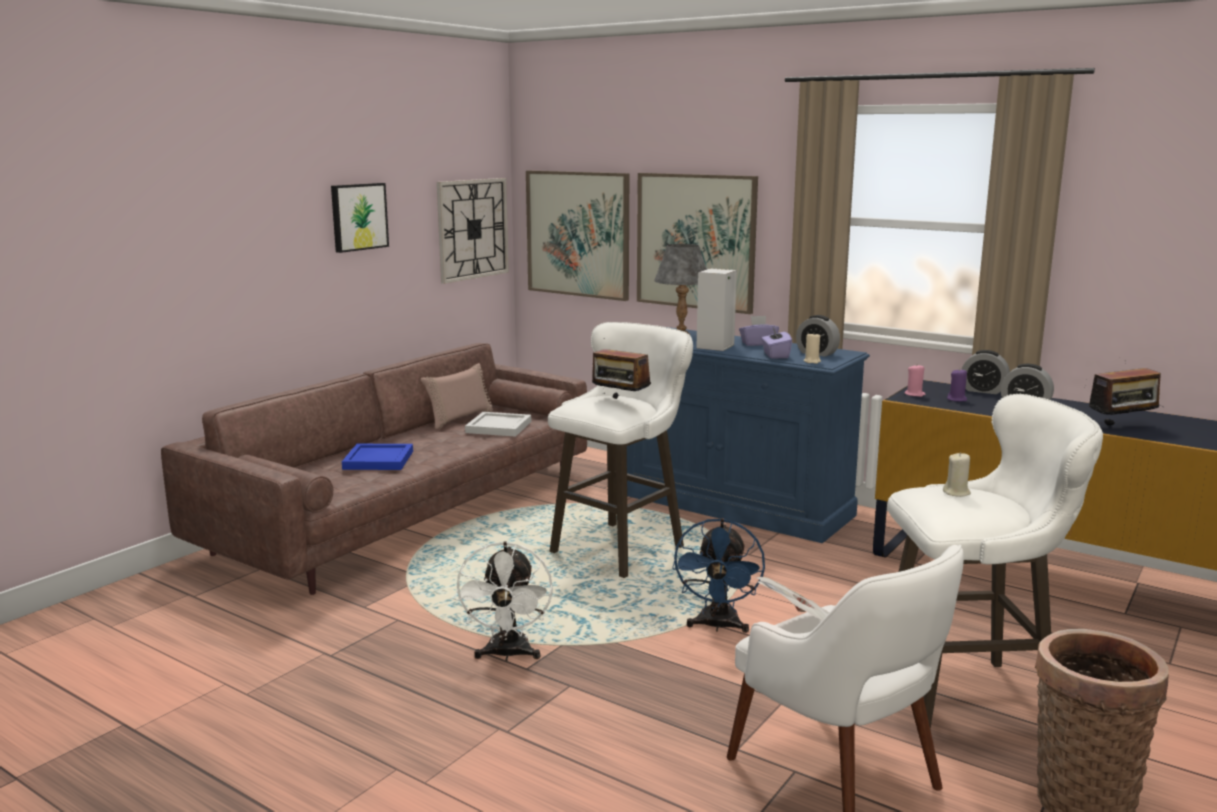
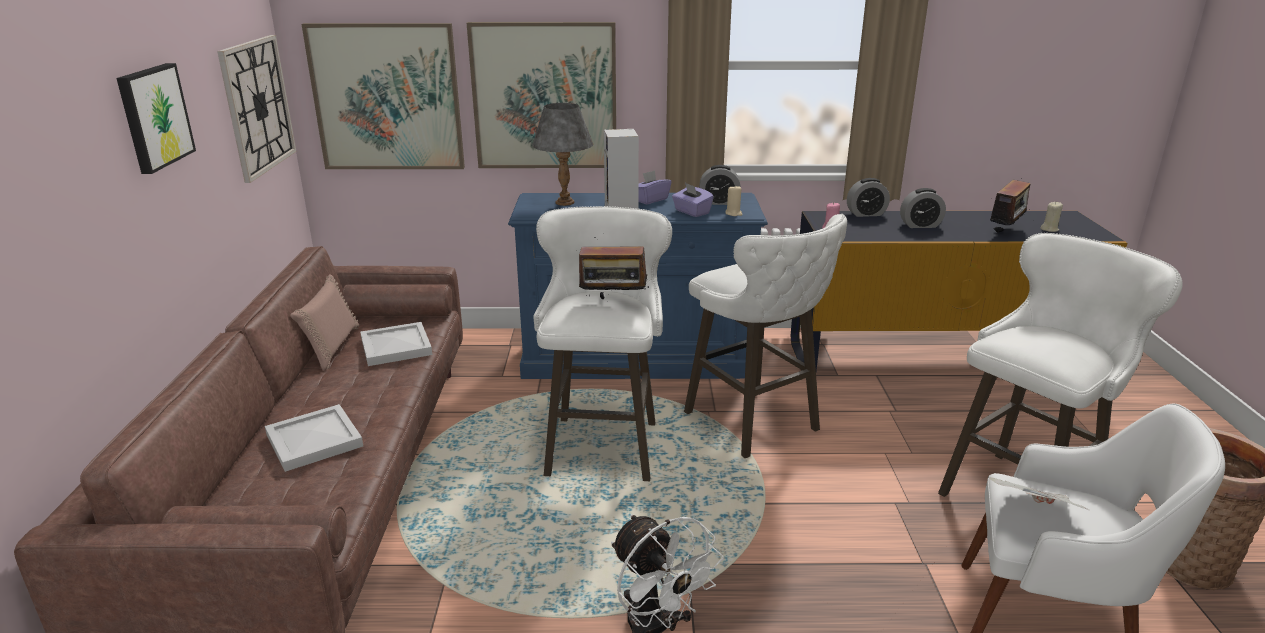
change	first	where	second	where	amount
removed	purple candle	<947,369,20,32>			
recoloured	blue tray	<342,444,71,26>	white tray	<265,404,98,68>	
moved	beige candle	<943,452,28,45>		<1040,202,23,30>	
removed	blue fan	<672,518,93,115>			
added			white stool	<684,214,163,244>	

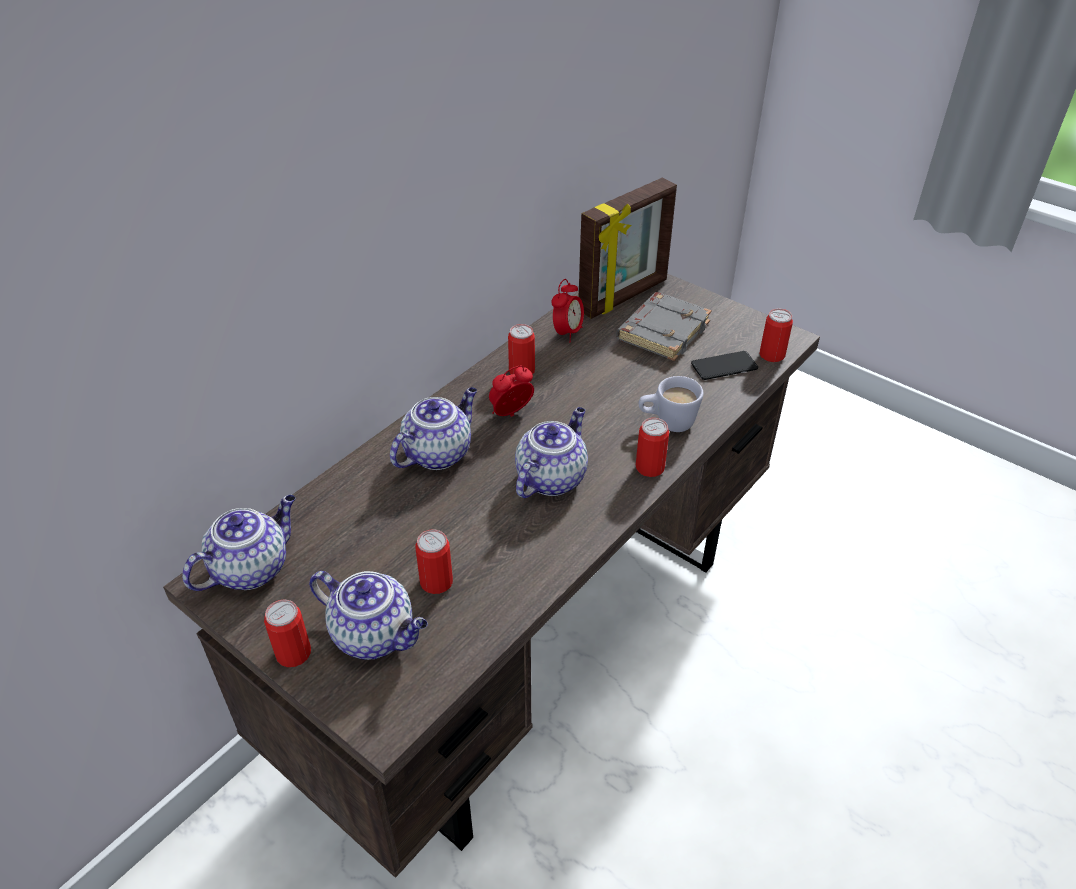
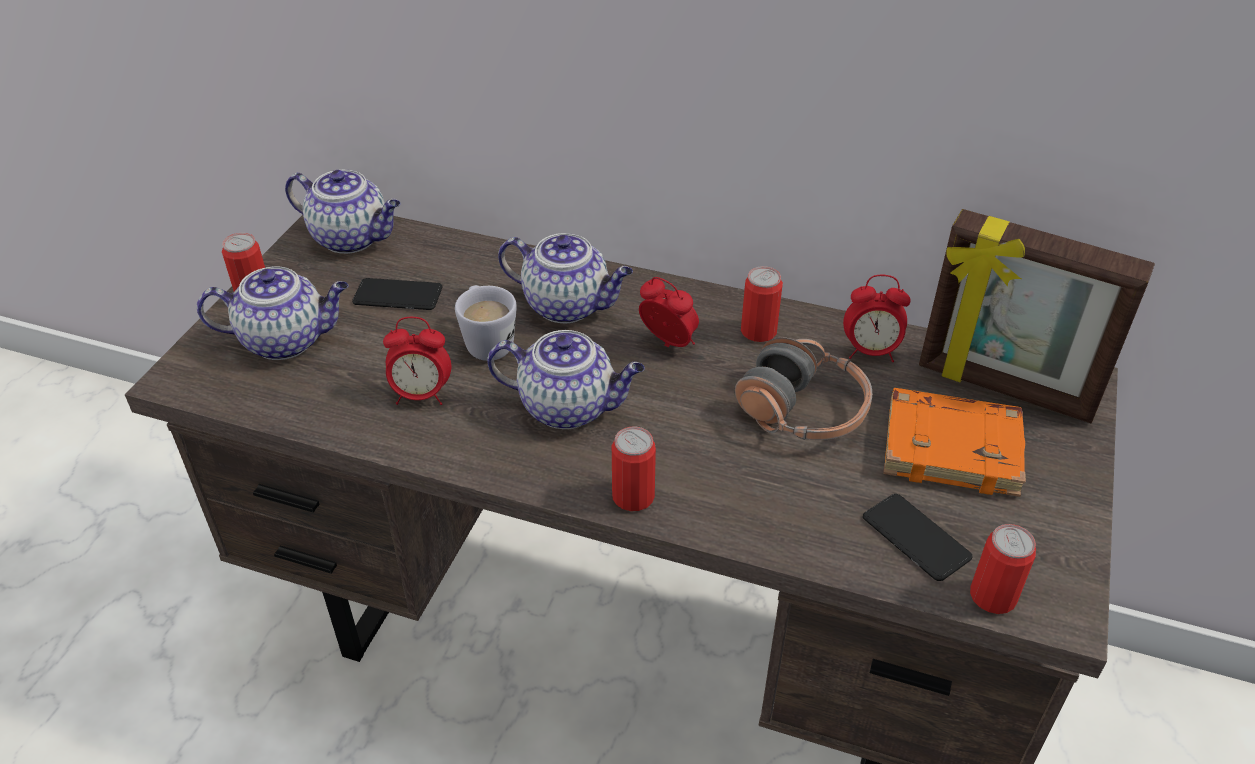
change	first	where	second	where	amount
recoloured	grey book	<616,292,96,69>	orange book	<883,388,143,109>	
moved	white mug	<639,376,64,56>		<455,285,62,76>	
removed	can	<416,529,37,65>			
turned	teapot	<309,571,119,89>		<197,266,152,94>	105 degrees counterclockwise
added			phone	<352,278,91,32>	
added			alarm clock	<383,317,68,88>	
added			headphones	<734,337,138,103>	

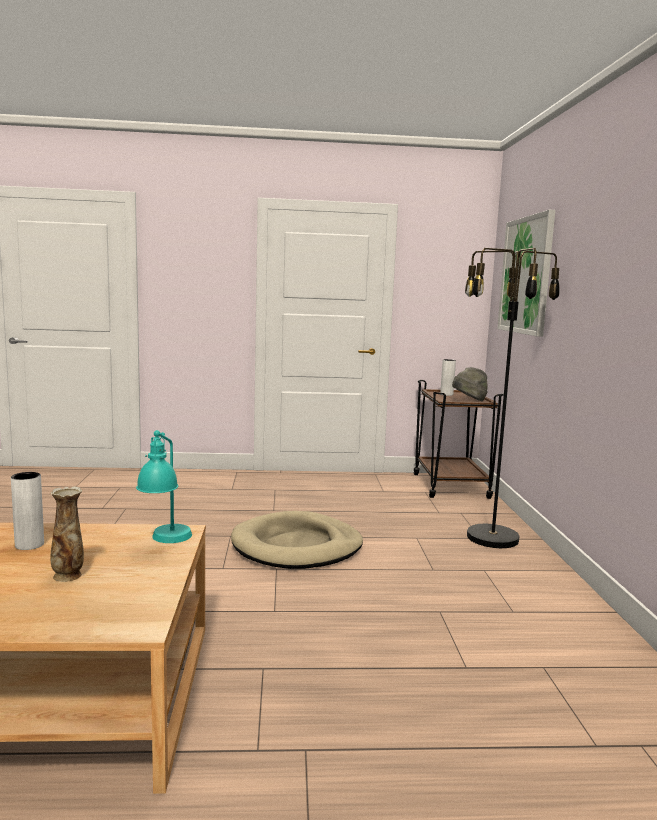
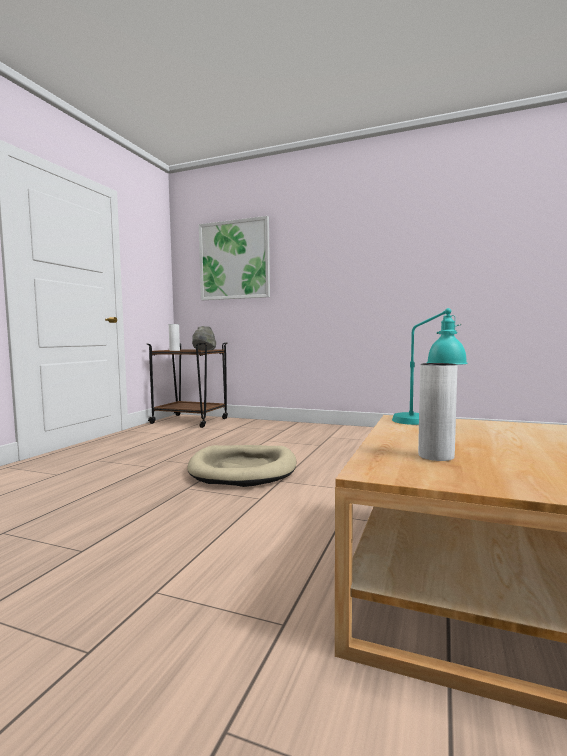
change	first	where	second	where	amount
removed	floor lamp	<465,248,94,300>			
removed	vase	<50,486,34,96>			

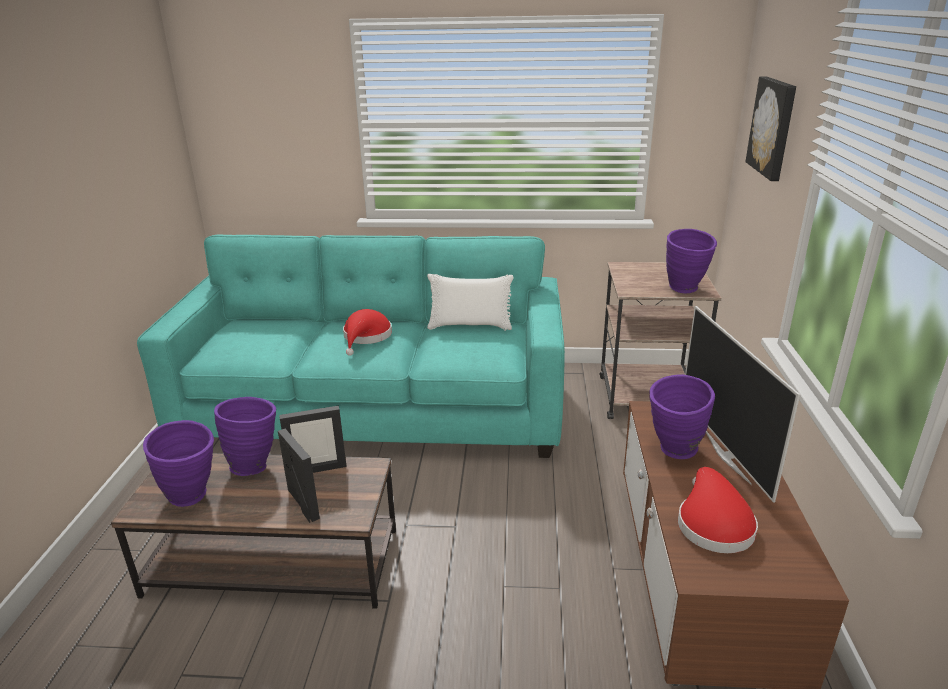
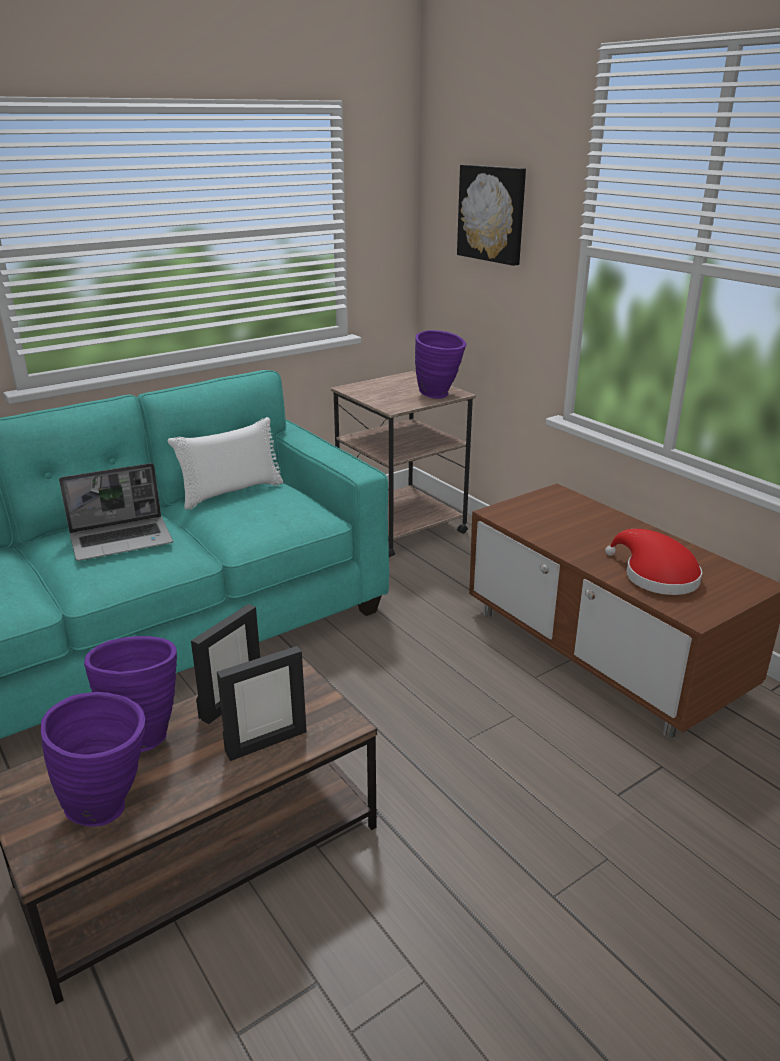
change	first	where	second	where	amount
removed	television	<685,306,115,197>			
replaced	red hat	<343,309,49,47>	laptop	<59,463,114,98>	
removed	purple vase	<649,374,66,85>			
turned	picture frame	<278,429,42,94>		<217,646,90,115>	135 degrees clockwise

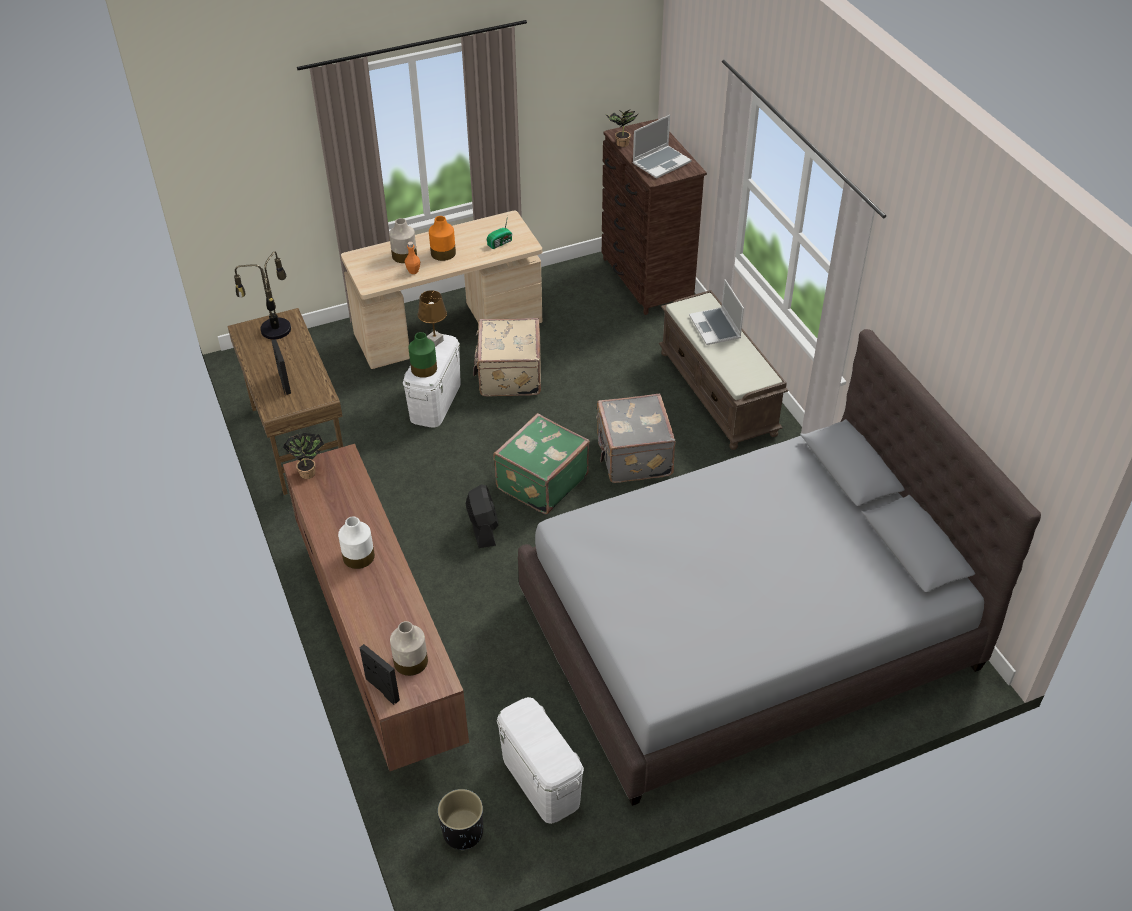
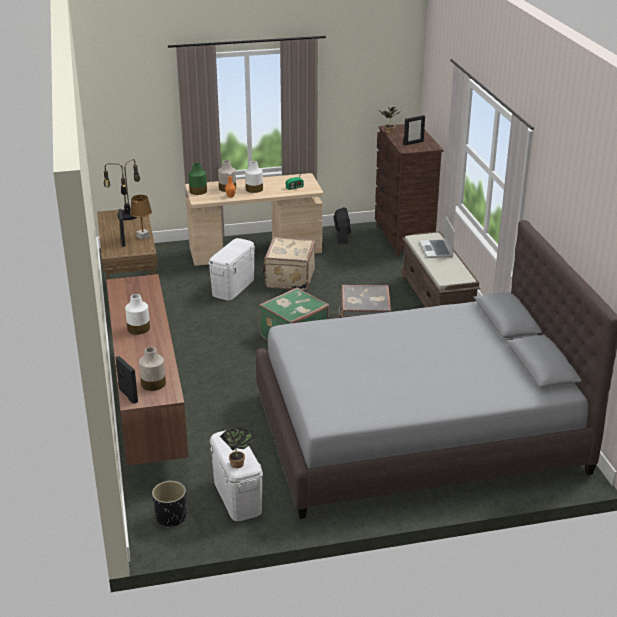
change	first	where	second	where	amount
replaced	laptop	<633,115,58,64>	picture frame	<403,115,22,30>	
recoloured	orange vase	<429,216,27,45>	white vase	<245,161,18,32>	
moved	brown table lamp	<418,290,29,57>		<130,195,22,44>	
moved	green vase	<408,332,29,46>		<189,163,18,32>	
moved	potted plant	<283,433,41,46>		<220,428,35,40>	
moved	black fan	<466,484,33,64>		<334,207,17,37>	

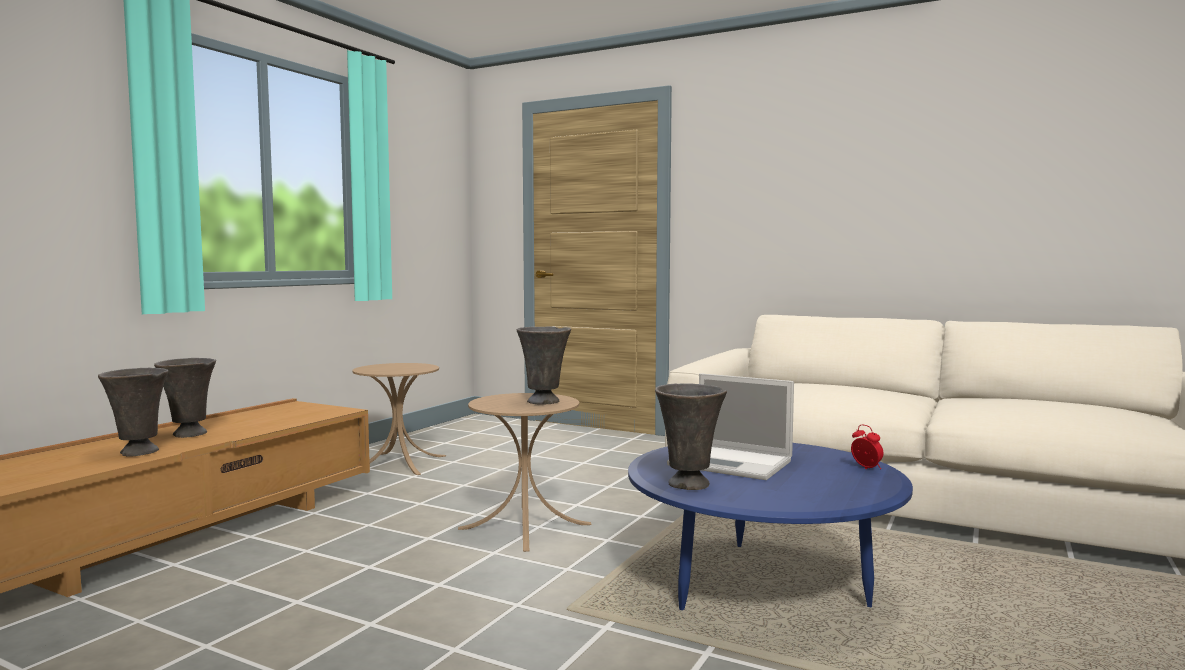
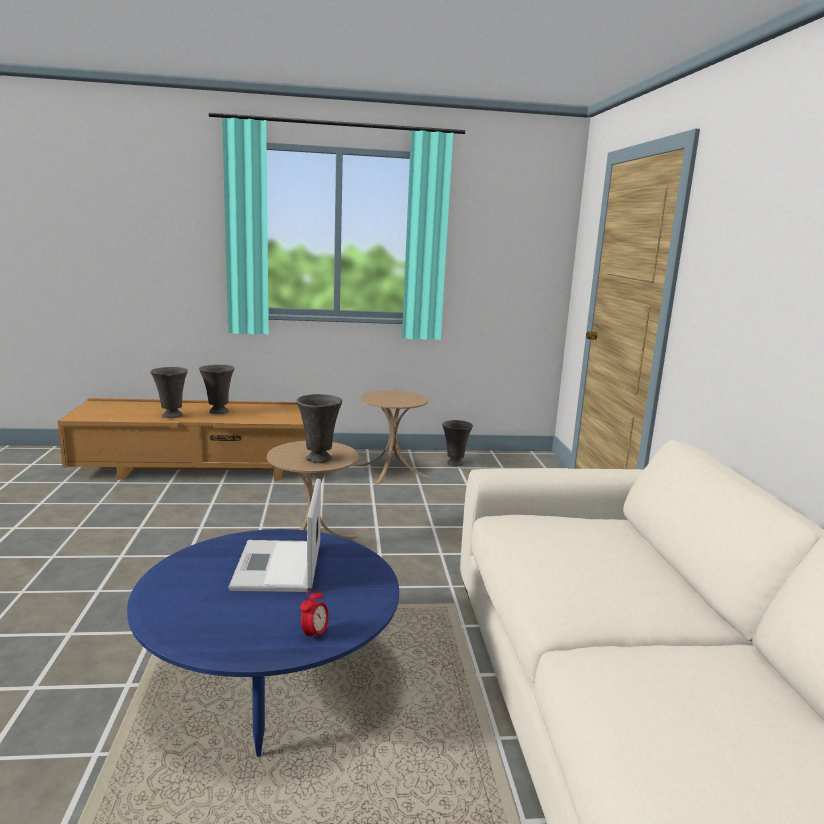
change	first	where	second	where	amount
moved	grey vase	<655,383,72,107>		<442,420,31,46>	

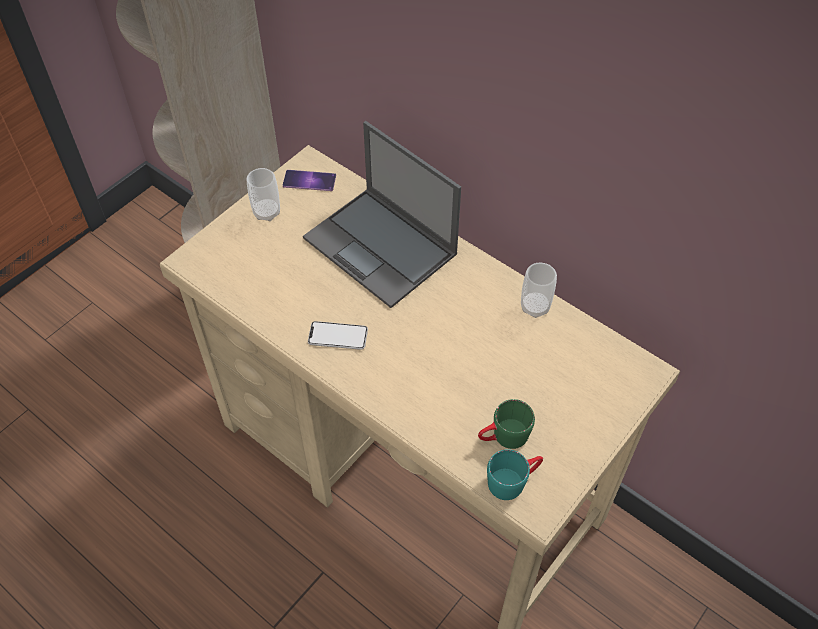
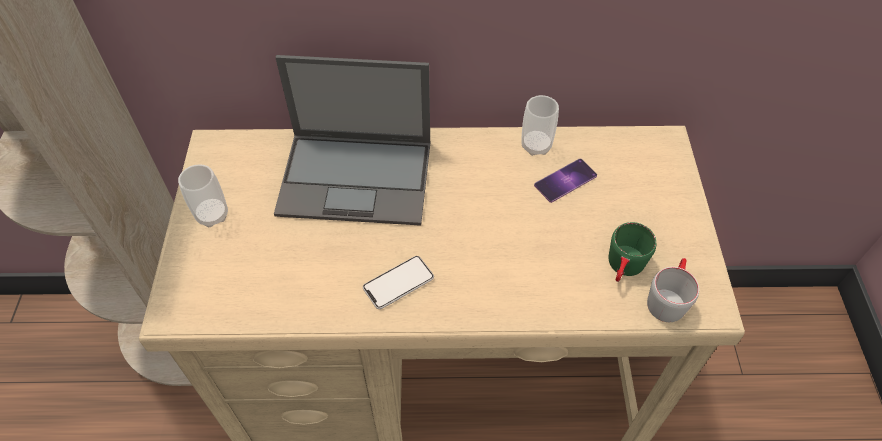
change	first	where	second	where	amount
moved	phone	<283,170,53,21>		<534,158,63,45>	
recoloured	turquoise mug	<487,449,56,51>	grey mug	<647,258,52,64>	

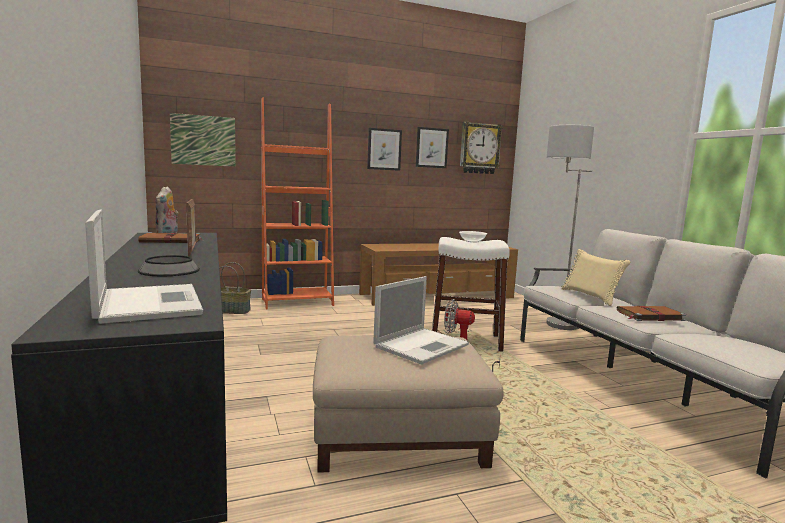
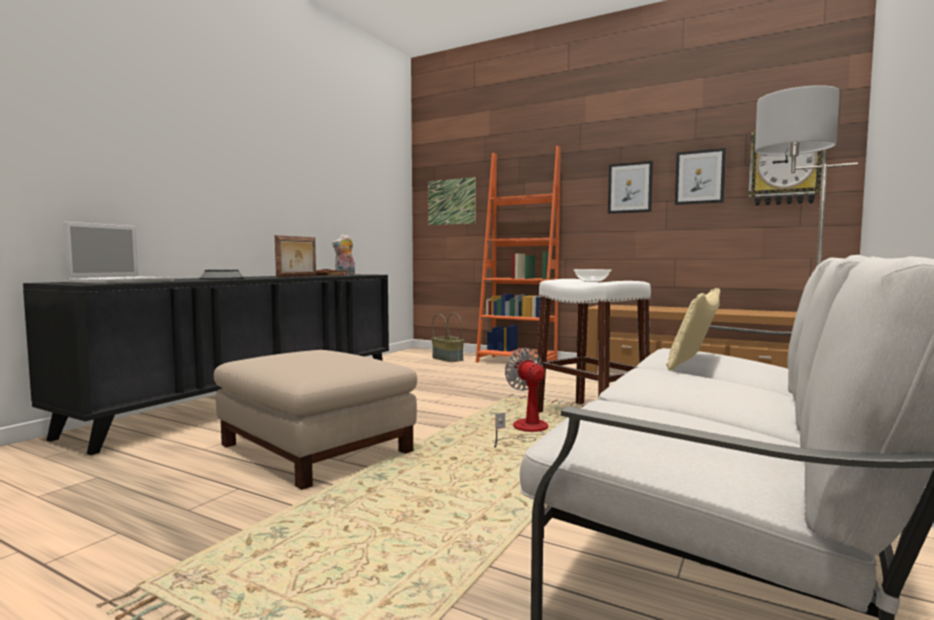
change	first	where	second	where	amount
removed	laptop	<373,276,96,89>			
removed	brown book	<617,306,69,15>			

